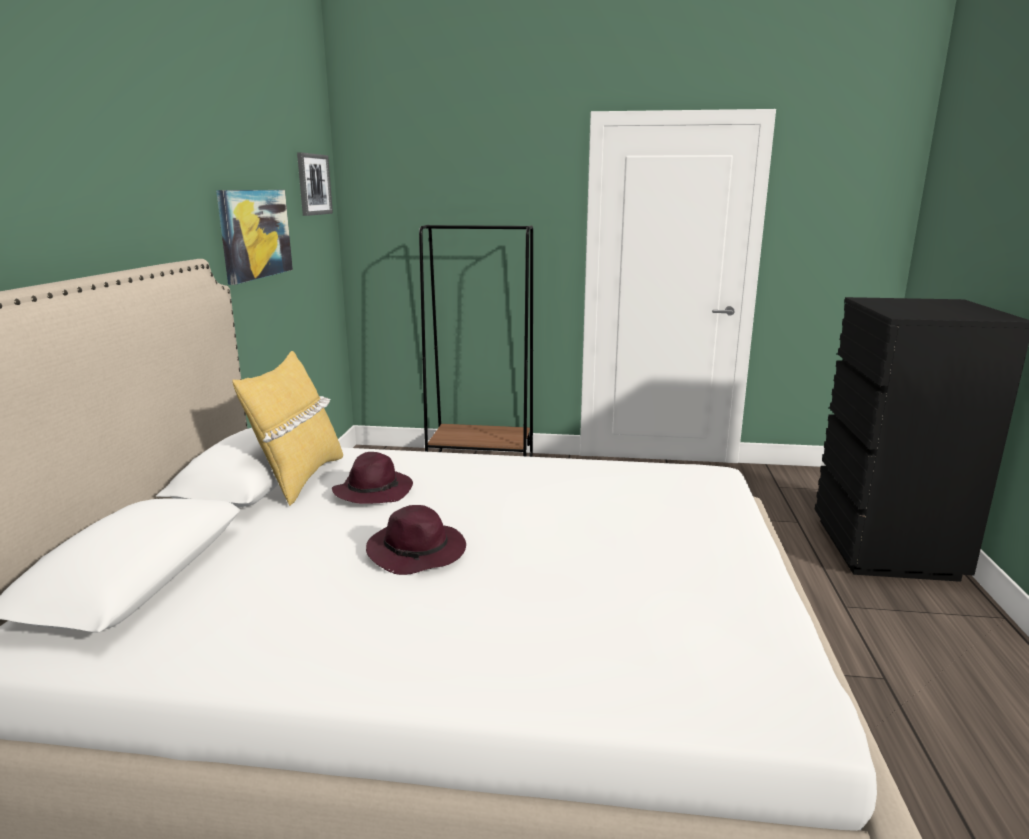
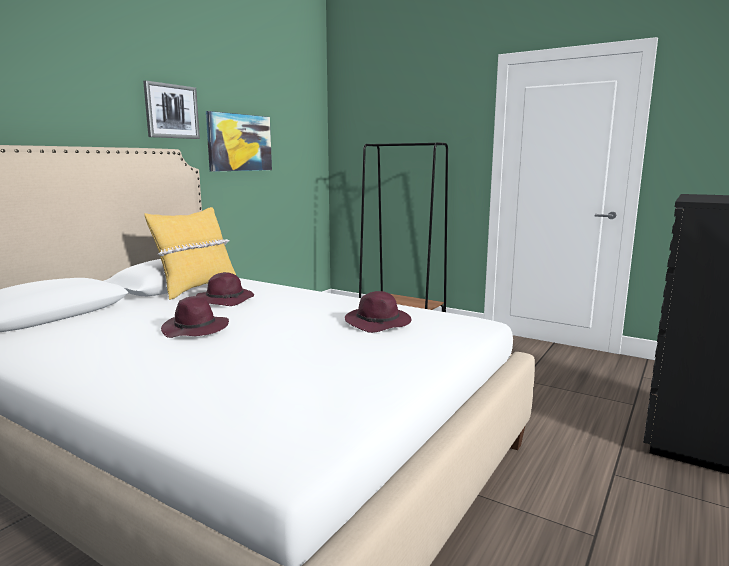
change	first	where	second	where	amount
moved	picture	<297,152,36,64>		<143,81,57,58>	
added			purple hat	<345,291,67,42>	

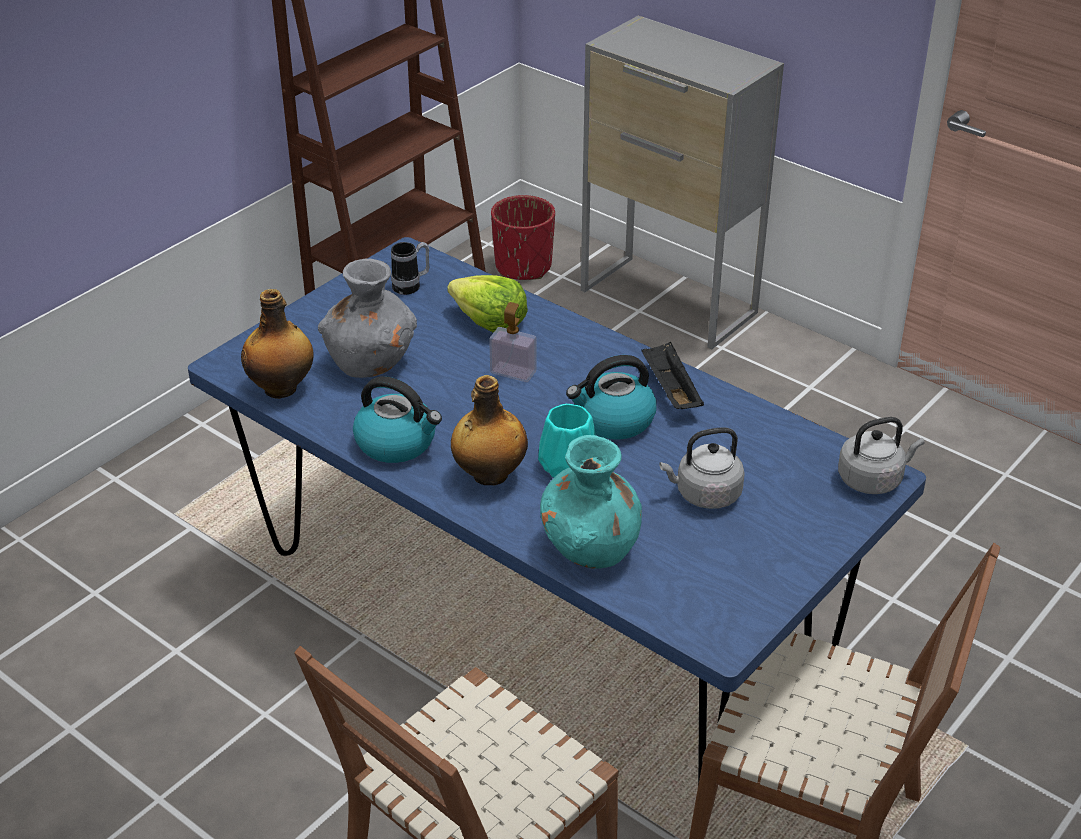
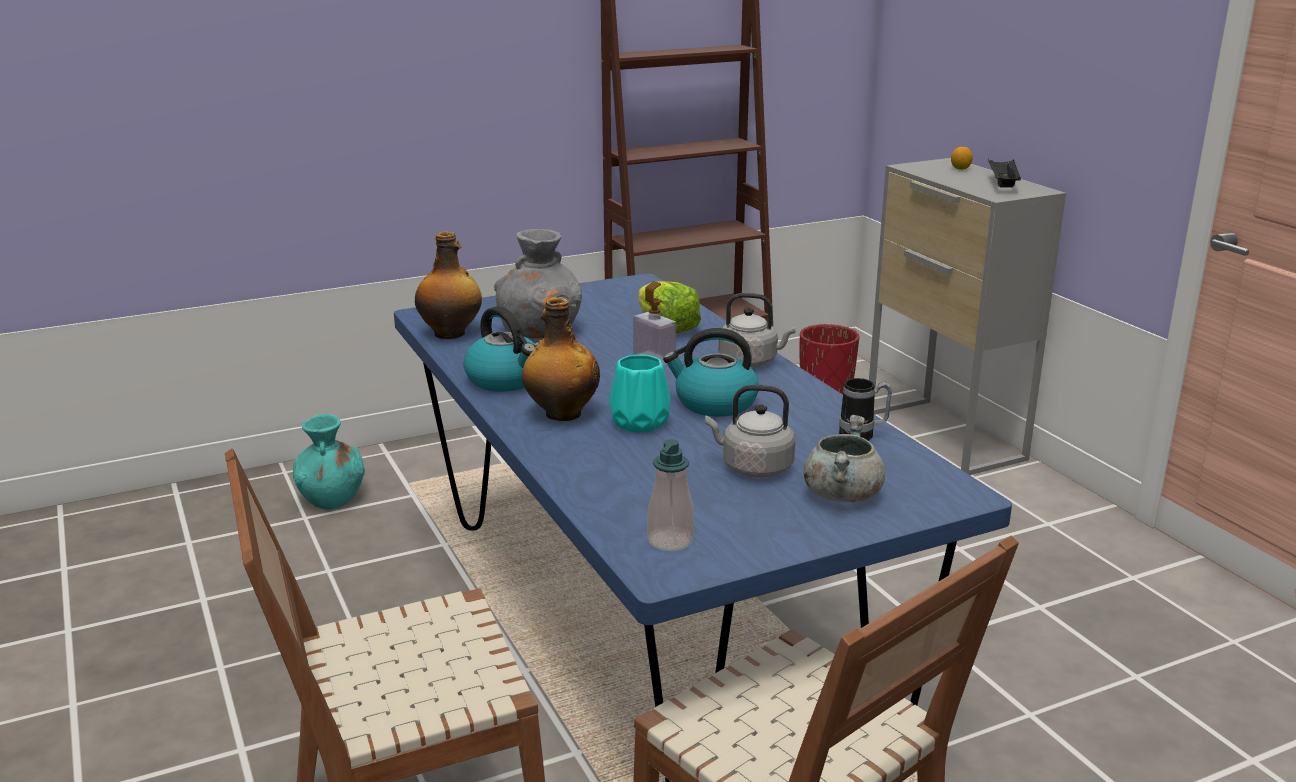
change	first	where	second	where	amount
moved	mug	<391,242,38,53>		<839,378,53,63>	
moved	black tray	<641,342,63,67>		<988,158,33,30>	
moved	grey kettle	<838,417,87,77>		<718,293,77,74>	
moved	turquoise vase	<540,435,102,134>		<293,414,72,95>	
added			lemon	<951,147,22,23>	
added			grey cooking pot	<804,415,81,87>	
added			soap dispenser	<647,439,47,112>	

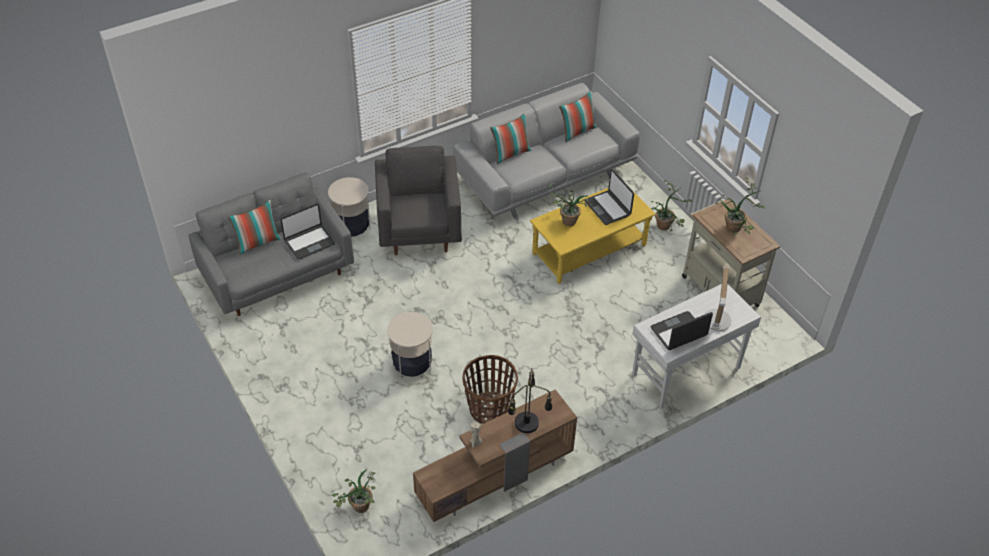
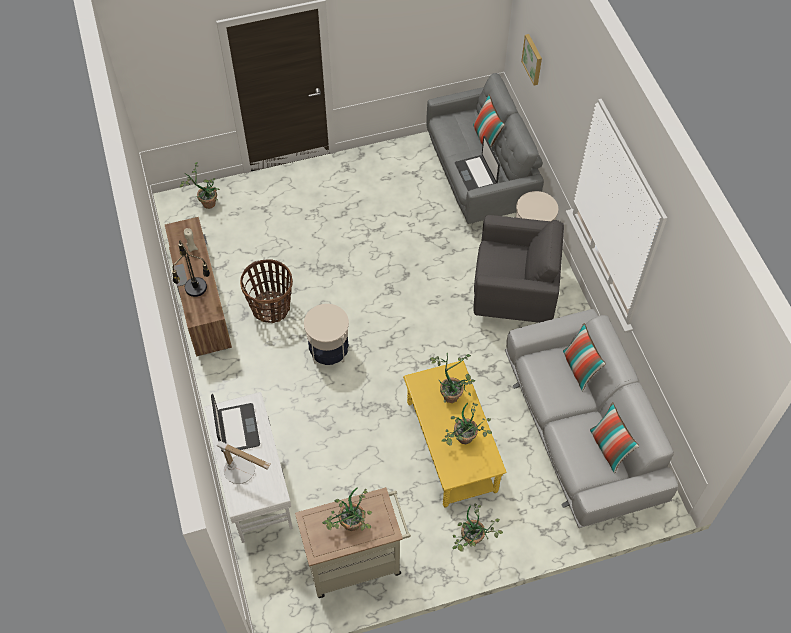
change	first	where	second	where	amount
replaced	laptop	<584,169,50,56>	potted plant	<442,403,50,43>	
moved	beige side table	<387,312,46,66>		<304,304,45,61>	
added			picture	<521,34,21,51>	

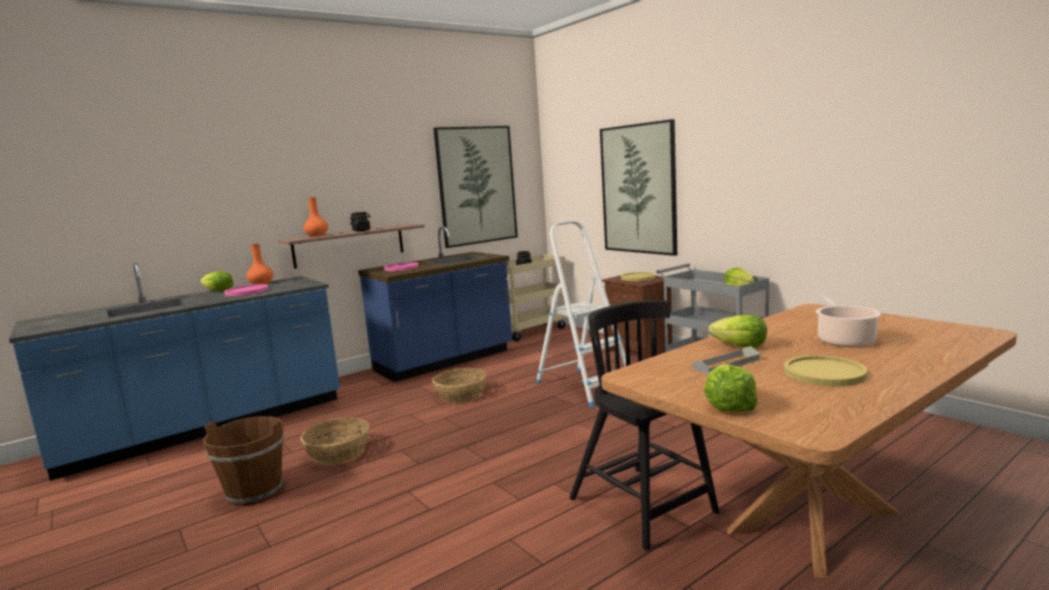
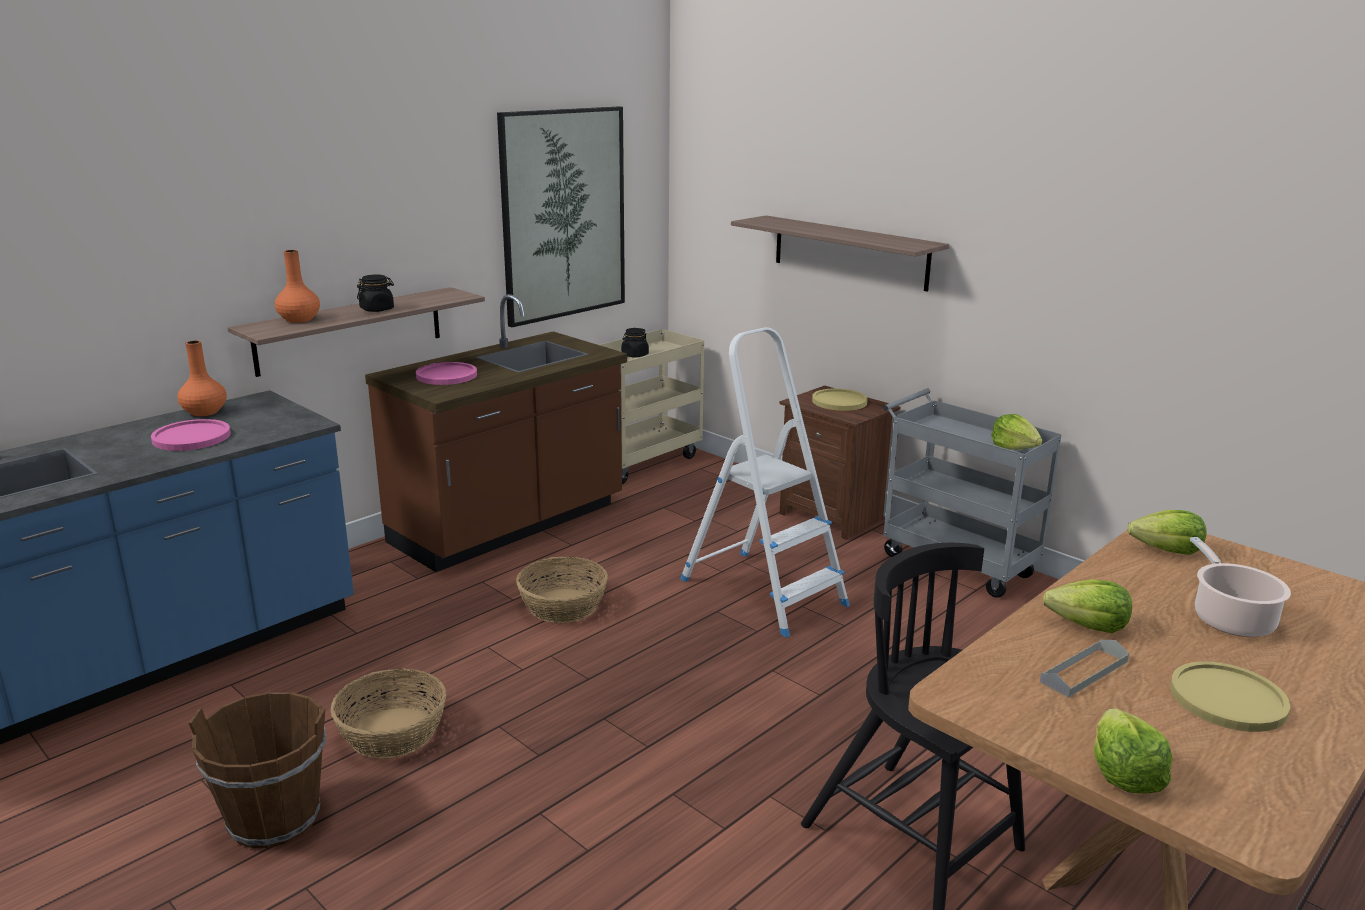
change	first	where	second	where	amount
replaced	picture	<600,119,77,137>	shelf	<731,216,219,76>	
recoloured	blue counter	<358,226,154,156>	brown counter	<365,294,262,278>	
moved	lettuce	<200,271,34,20>		<1128,510,79,45>	

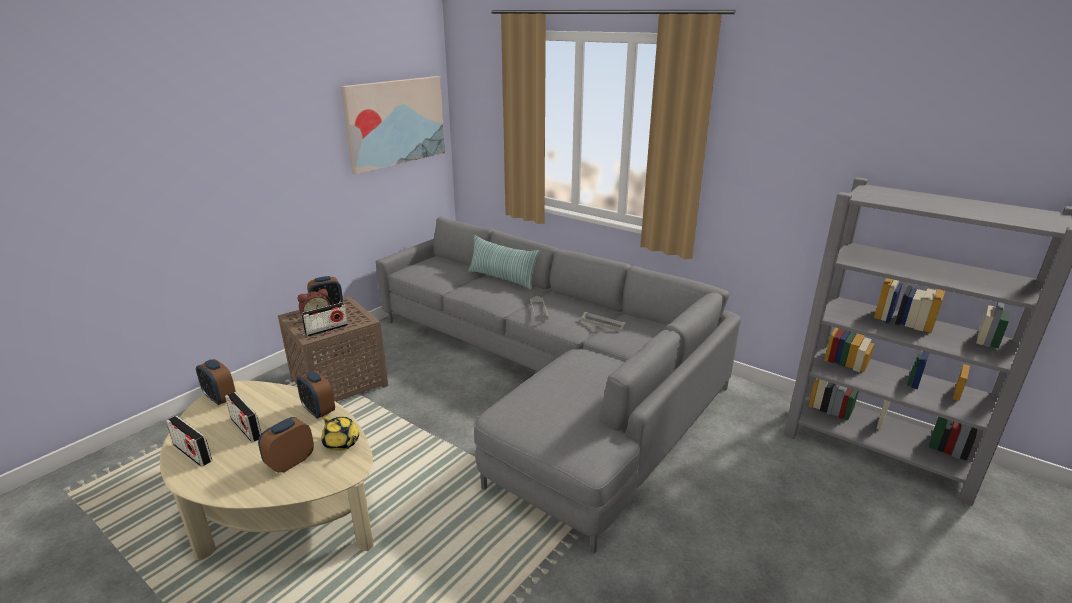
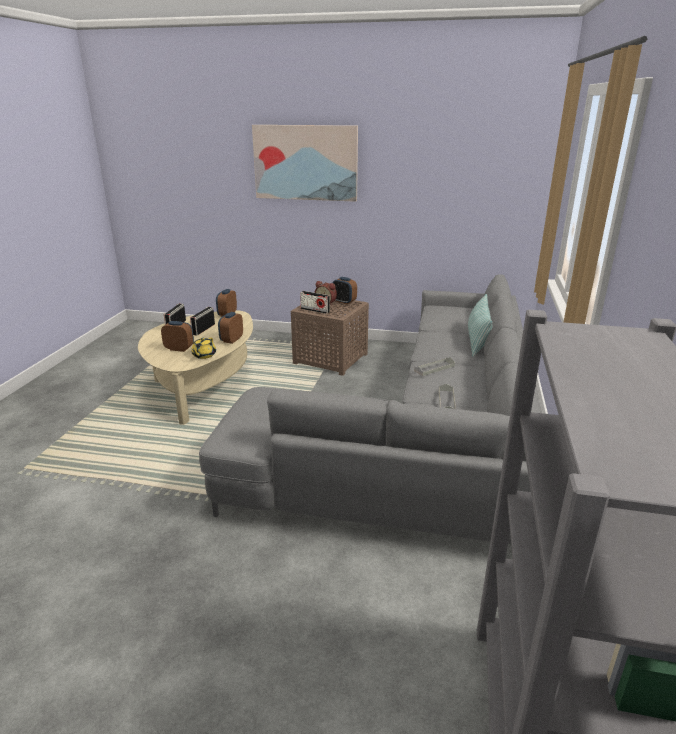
change	first	where	second	where	amount
moved	picture	<341,76,104,98>		<252,125,106,77>	

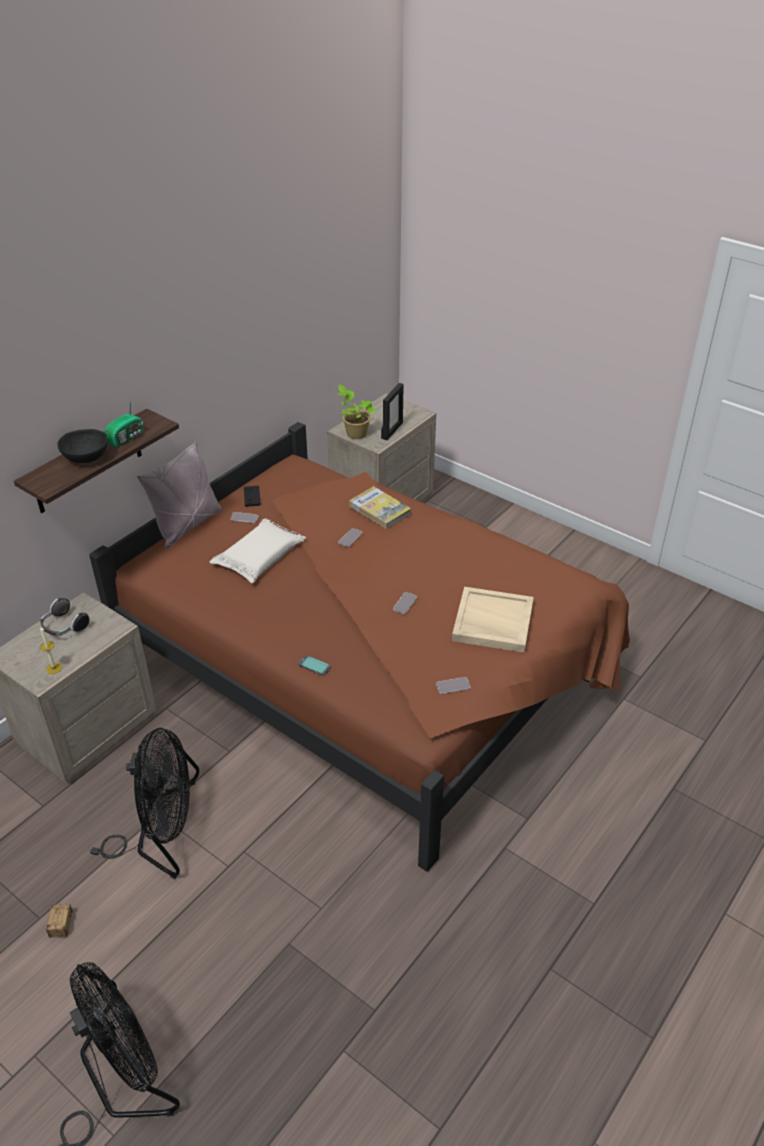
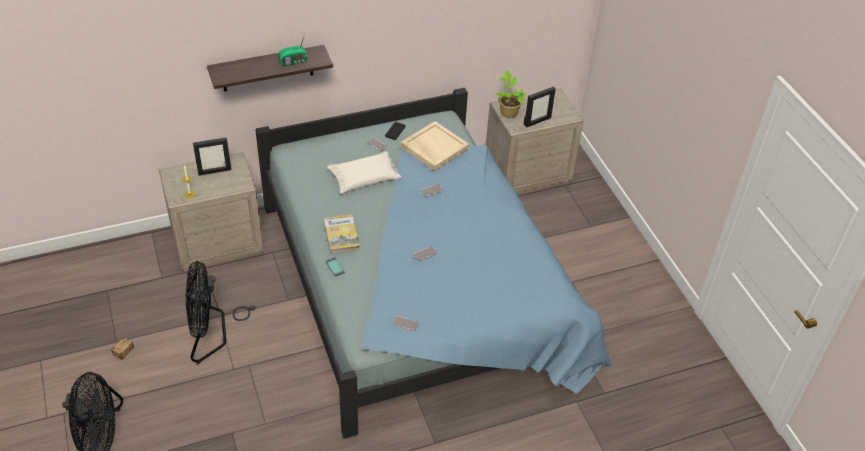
change	first	where	second	where	amount
recoloured	brown bed	<89,422,541,450>	blue bed	<255,88,357,351>	
removed	black bowl	<57,429,51,34>			
removed	purple pillow	<137,442,85,106>			
moved	book	<349,486,62,43>		<324,214,36,40>	
moved	beige tray	<452,587,82,66>		<401,121,68,50>	
replaced	headphones	<40,598,50,38>	picture frame	<193,137,38,39>	
turned	black fan	<89,728,110,151>		<185,260,72,104>	135 degrees clockwise

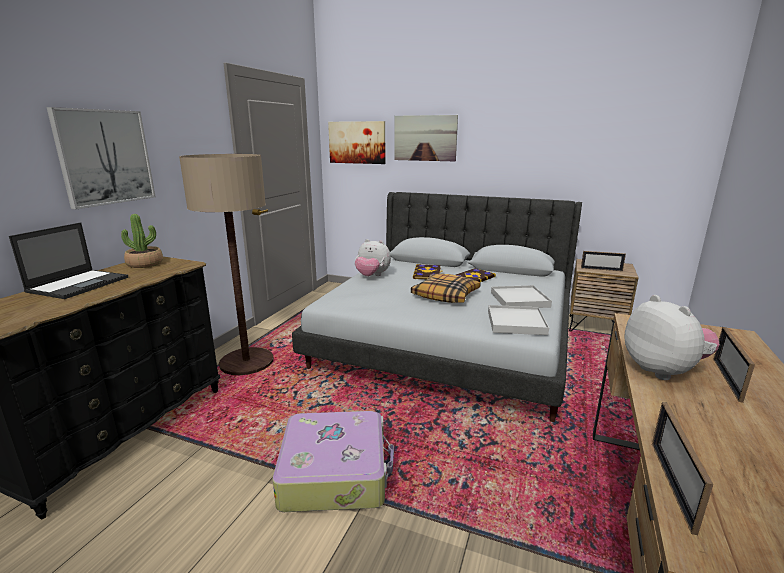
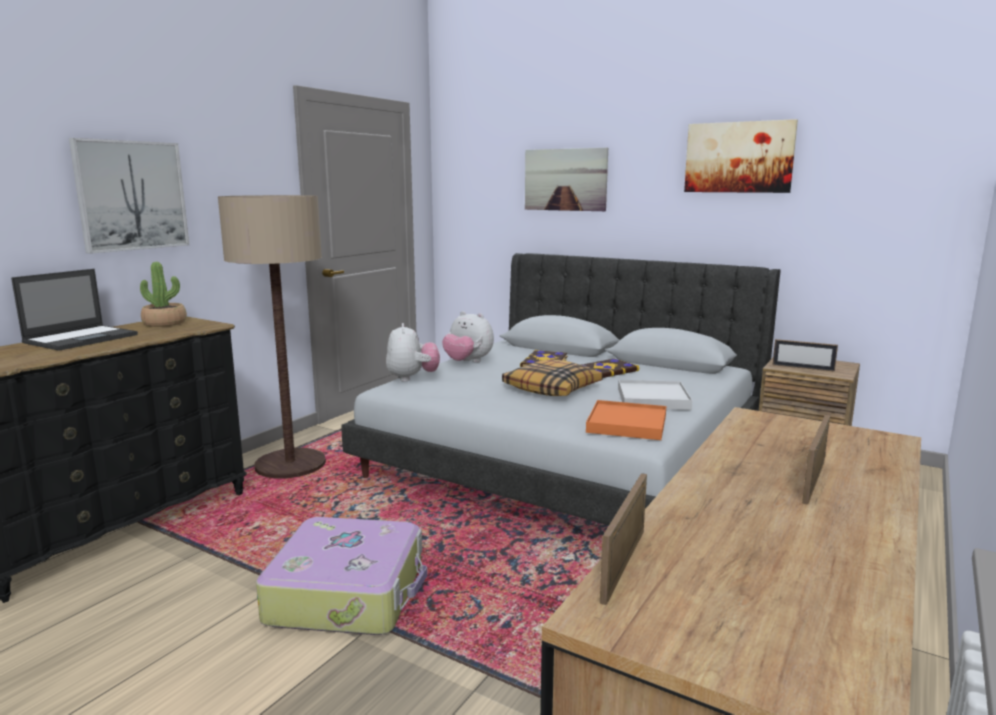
change	first	where	second	where	amount
moved	picture	<328,121,57,43>		<684,119,114,74>	
moved	plush toy	<624,295,96,85>		<386,323,54,59>	
recoloured	white tray	<488,305,61,30>	orange tray	<586,400,80,40>	

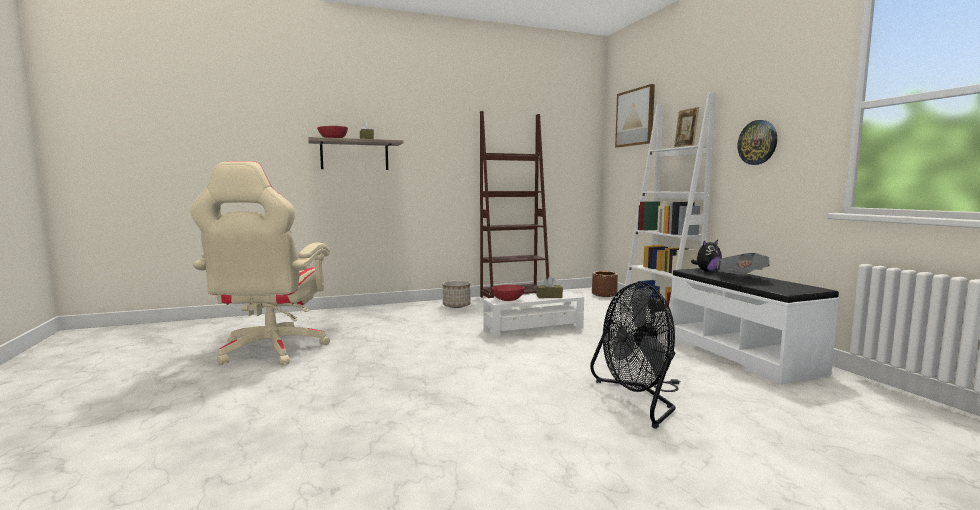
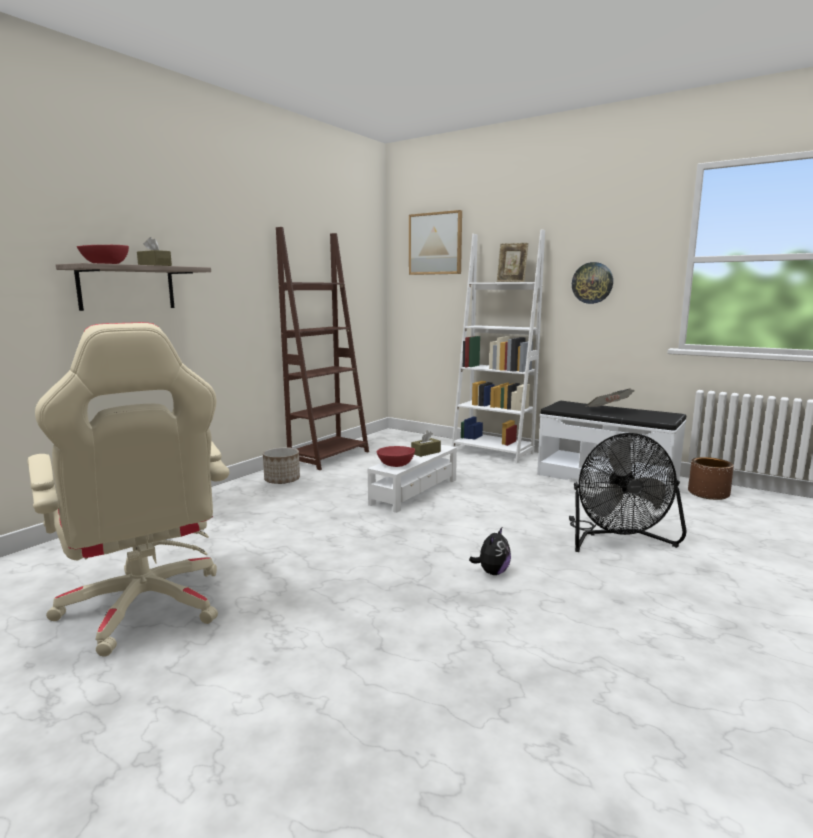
change	first	where	second	where	amount
moved	plush toy	<691,240,31,32>		<469,526,42,49>	
moved	brown planter	<592,271,26,26>		<688,457,46,43>	
turned	black fan	<590,282,91,147>		<569,433,118,119>	45 degrees counterclockwise

